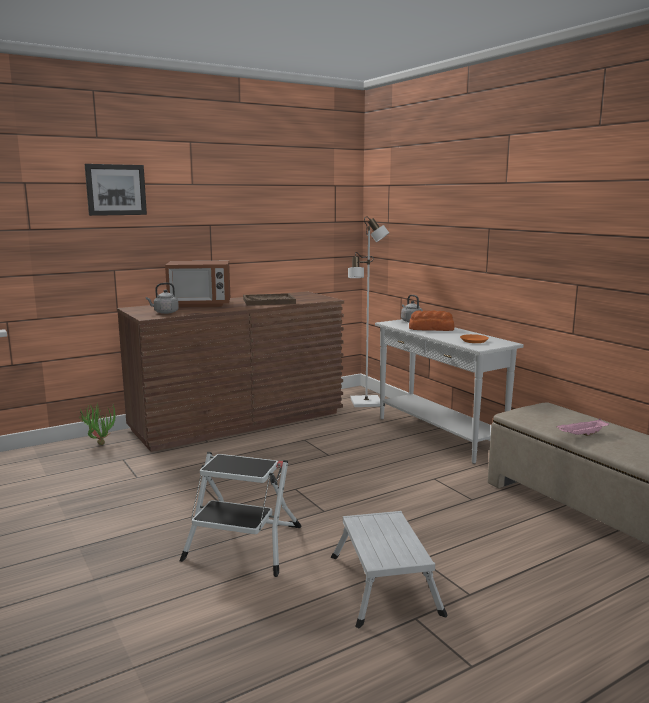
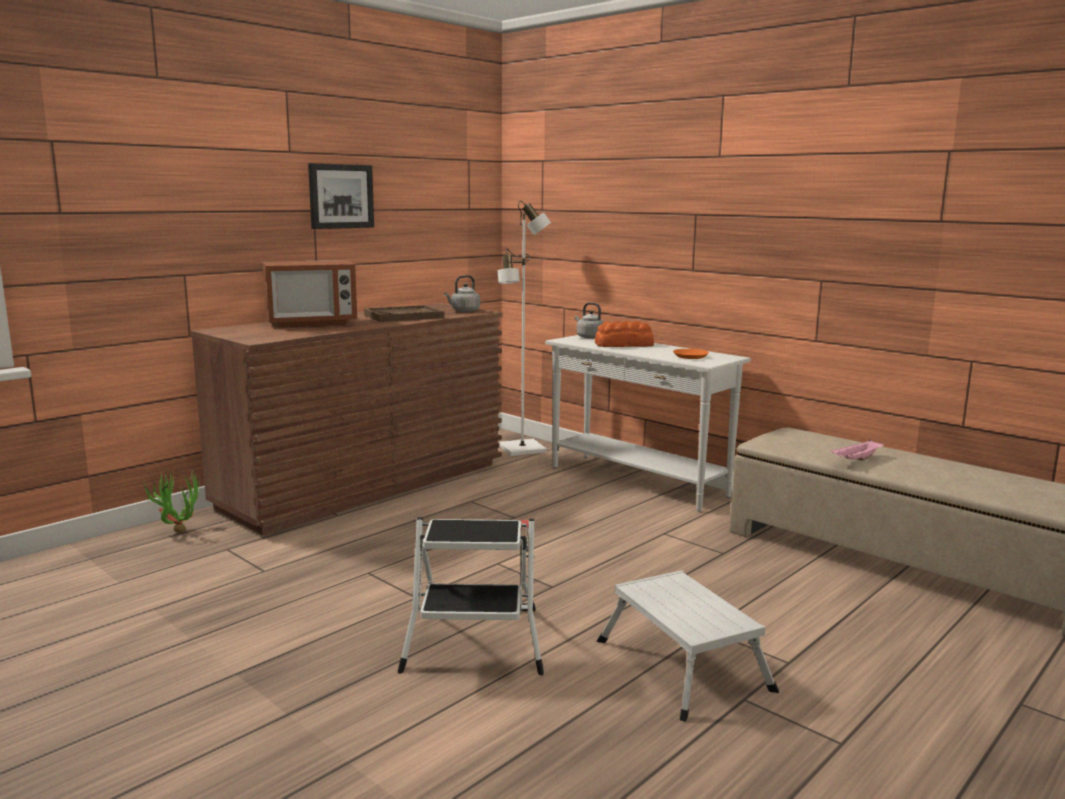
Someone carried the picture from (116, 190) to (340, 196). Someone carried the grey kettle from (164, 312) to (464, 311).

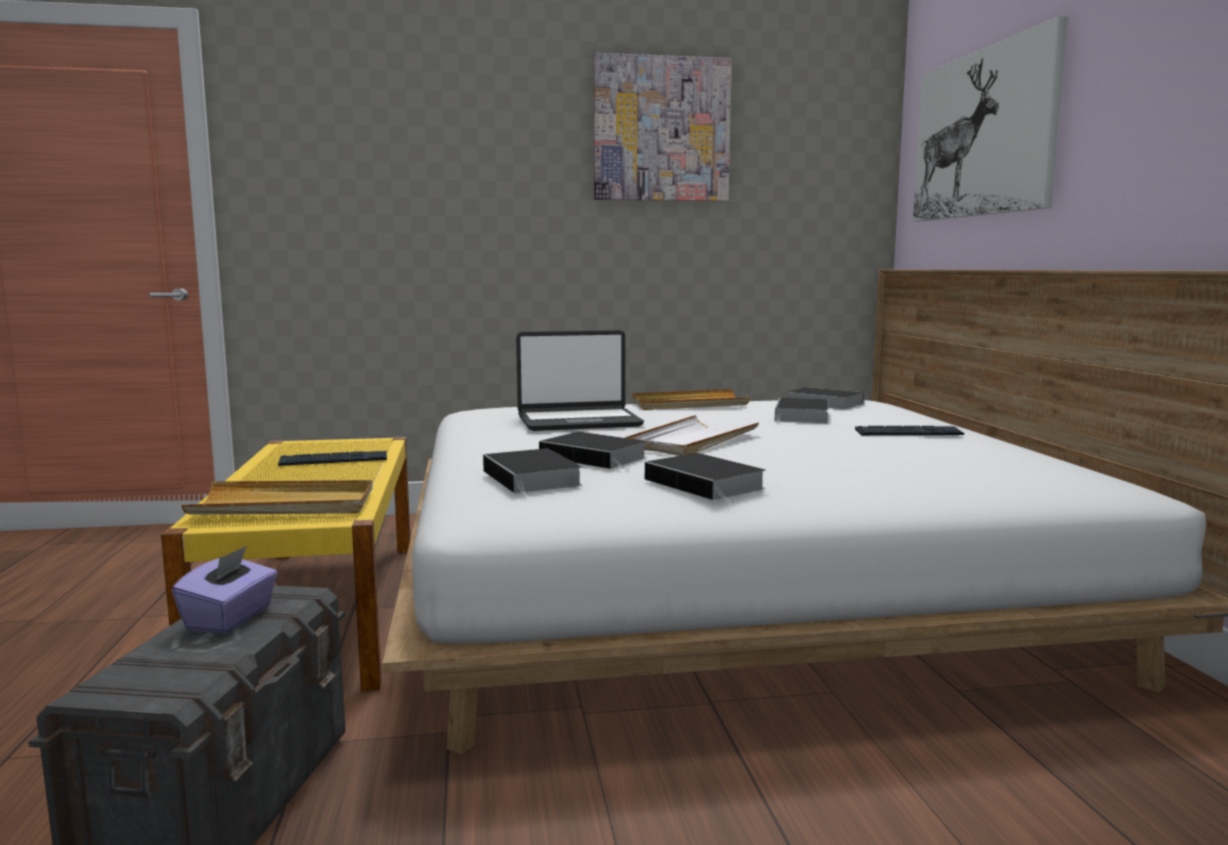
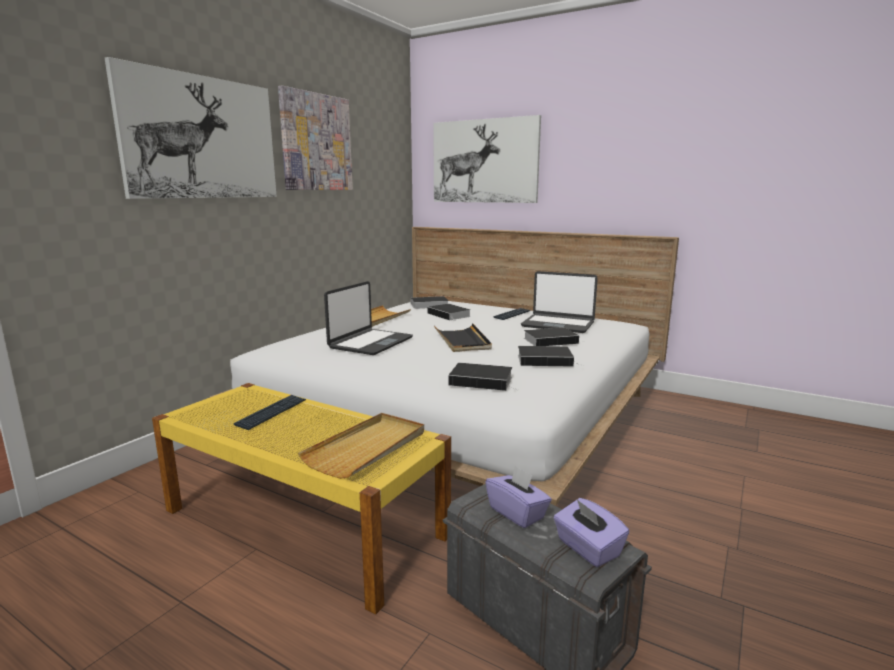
Someone carried the book from (596, 457) to (551, 340). Someone repainted the white tray at (691, 441), which became the black tray at (462, 340). Someone put up the picture at (202, 138). Someone put down the laptop at (558, 324). Someone put down the purple tissue box at (587, 548).

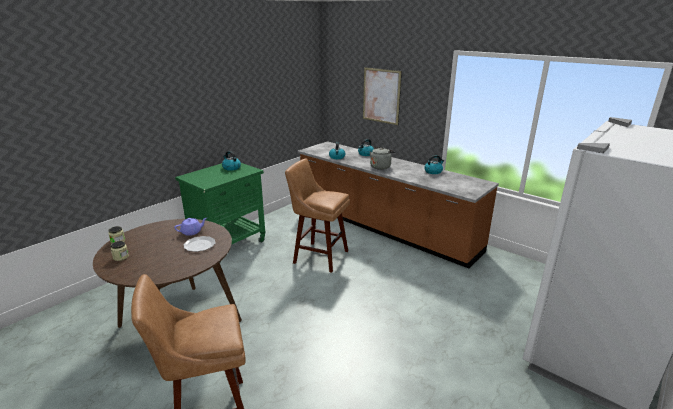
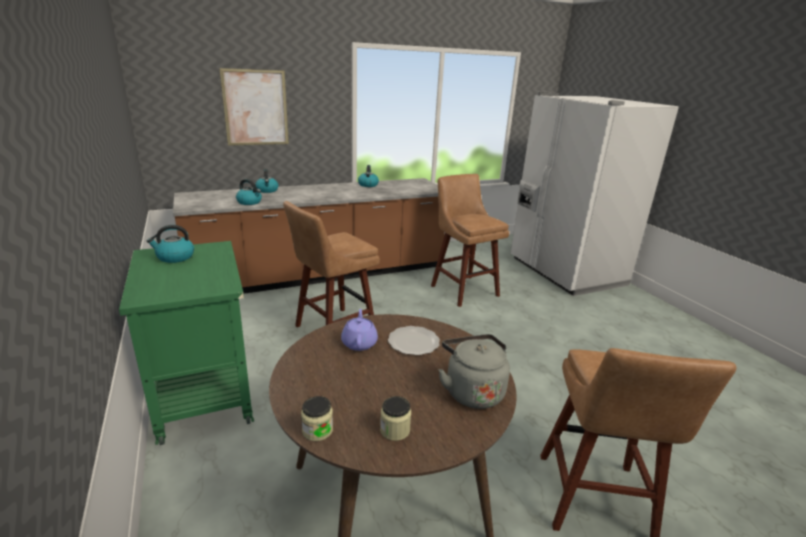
Someone carried the grey kettle from (381, 167) to (472, 391). Someone put down the brown stool at (463, 289).

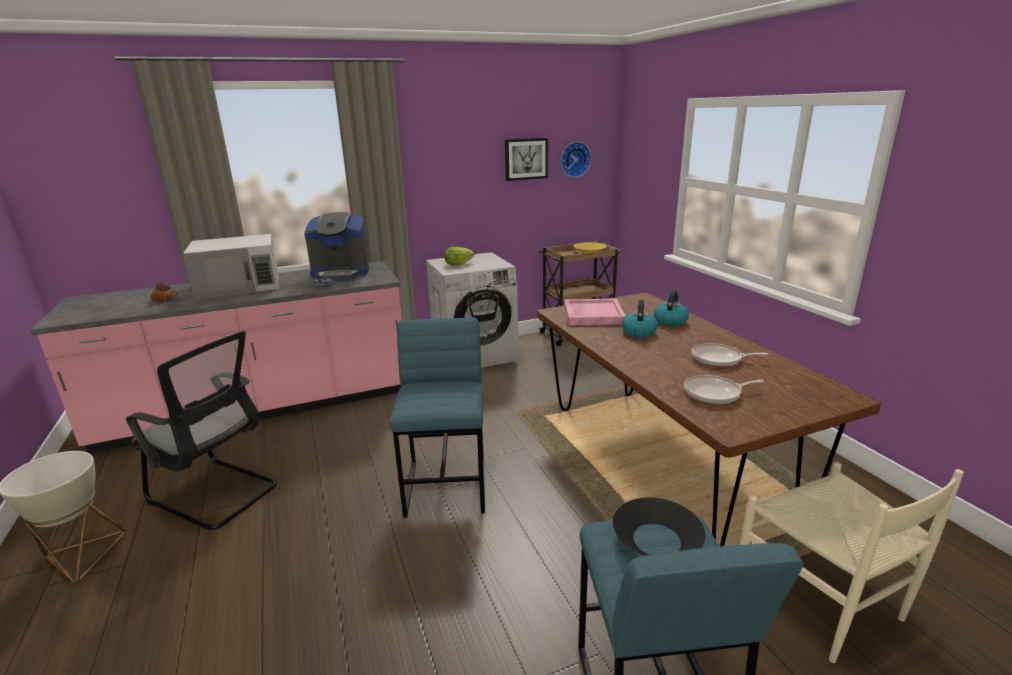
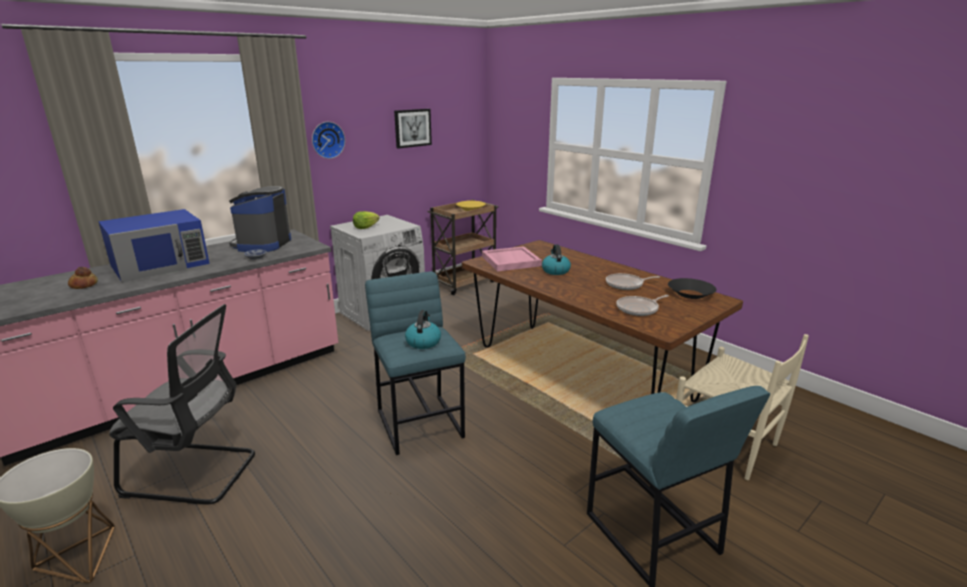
Someone repainted the white microwave at (240, 286), which became the blue microwave at (161, 264). Someone rotated the coffee machine at (341, 273) by 120 degrees clockwise. Someone carried the wall clock from (574, 159) to (327, 140). Someone carried the black bowl from (656, 539) to (690, 294). Someone carried the kettle from (670, 321) to (423, 342).

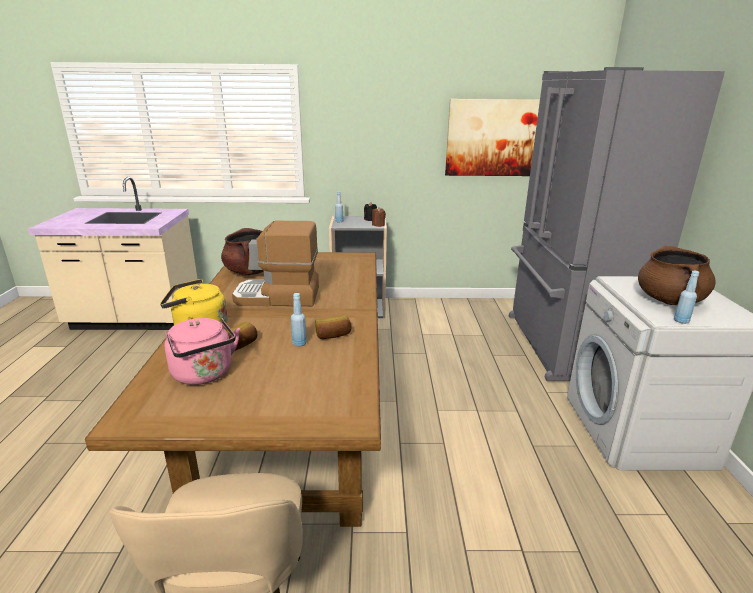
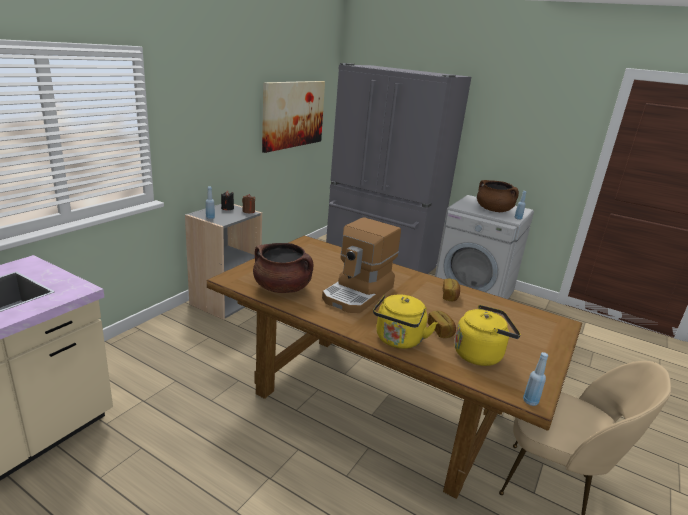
Someone repainted the pink kettle at (204, 375), which became the yellow kettle at (480, 354). Someone carried the blue bottle from (299, 343) to (530, 401).

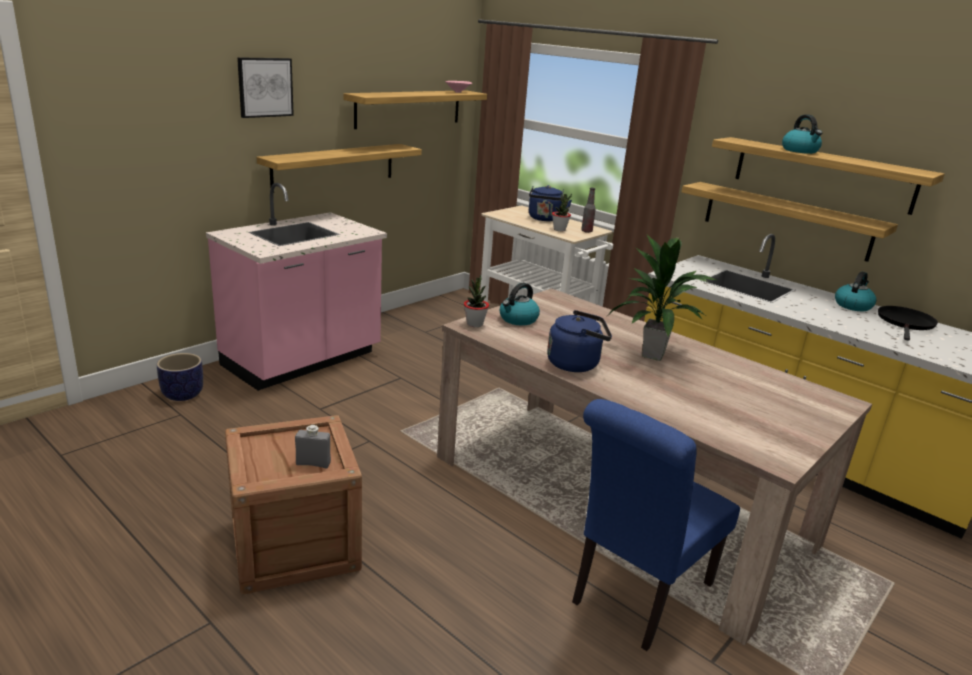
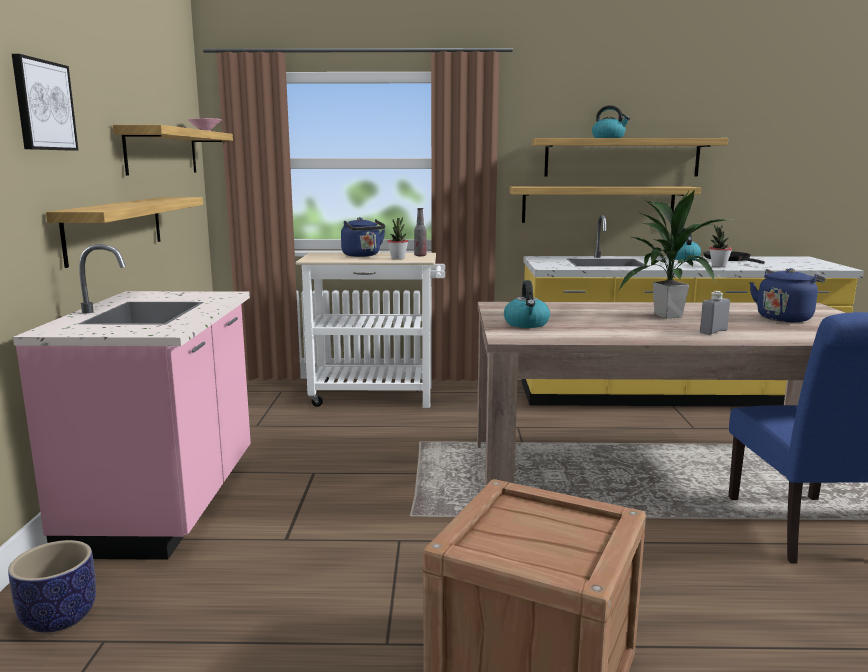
Someone carried the grey bottle from (313, 463) to (713, 332). Someone carried the potted plant from (474, 324) to (718, 266). Someone carried the blue kettle from (576, 364) to (785, 318).

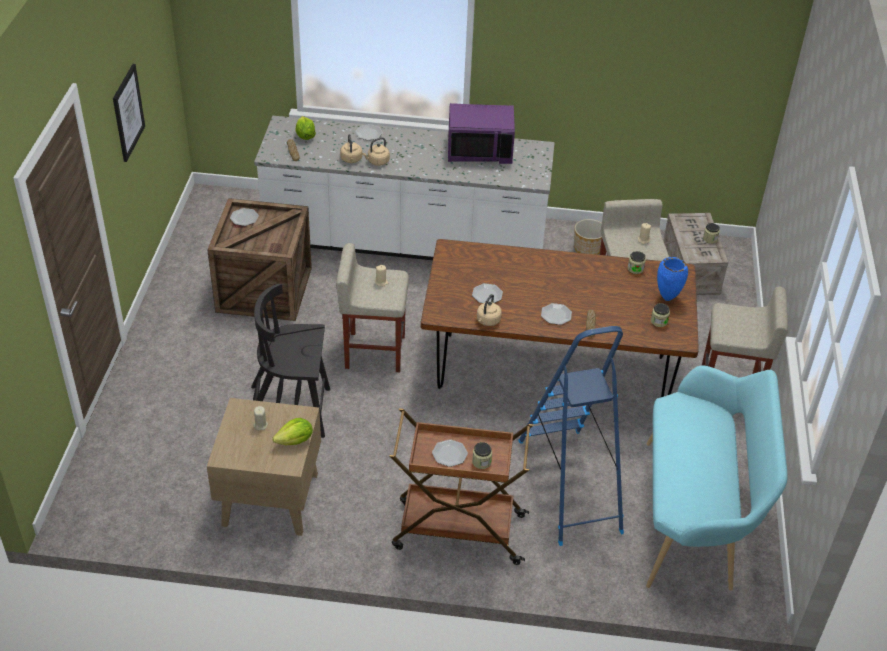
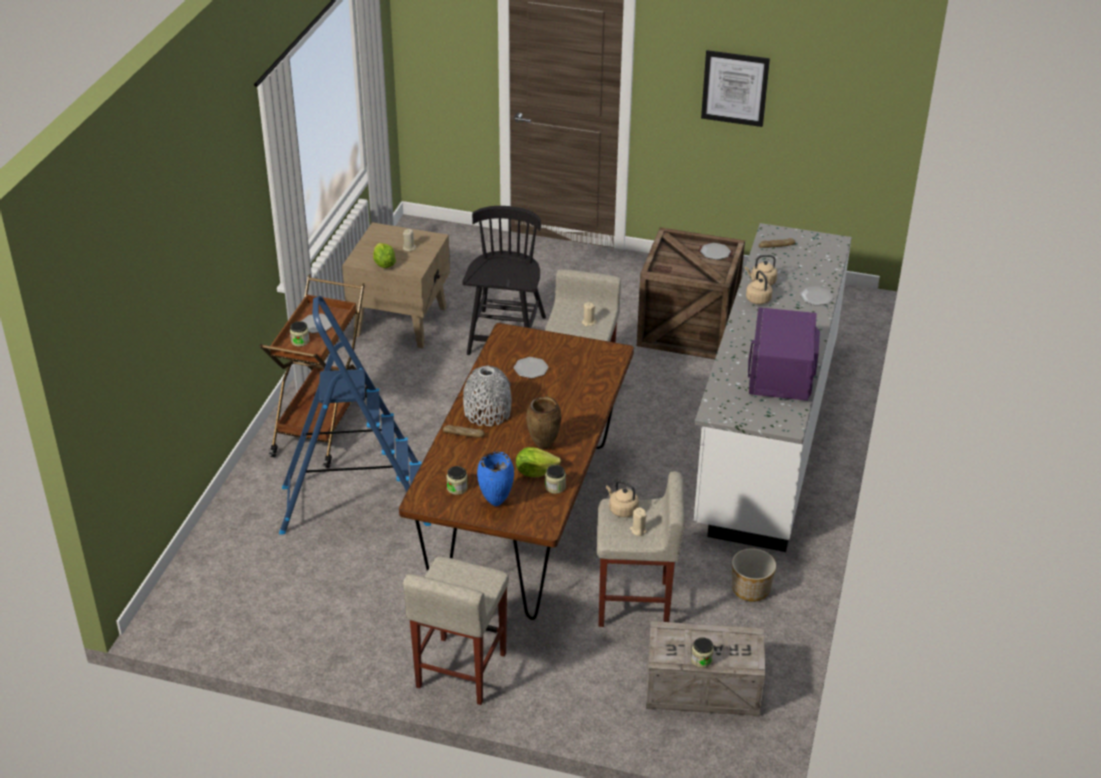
Someone carried the lettuce from (305, 136) to (535, 472). Someone carried the beige kettle from (487, 321) to (622, 510). Someone swapped the plate at (556, 315) for the grey vase at (487, 412). Someone took away the turquoise bench at (696, 517). Someone put down the brown vase at (543, 446).

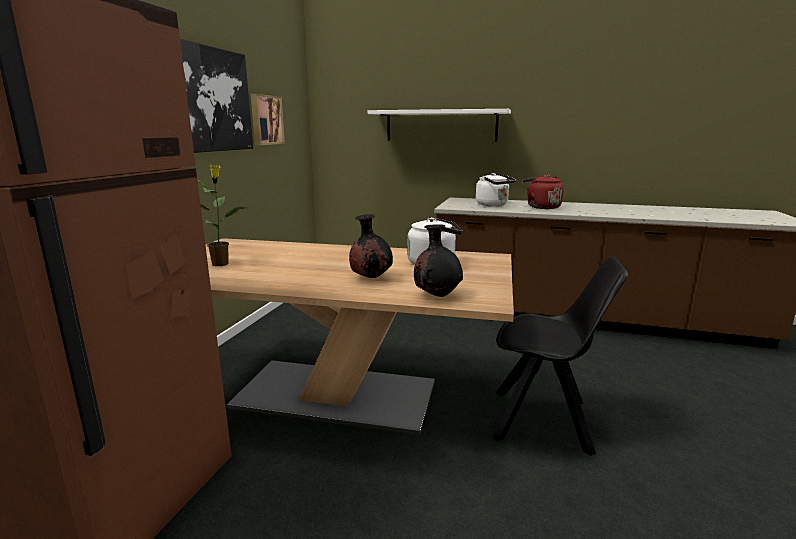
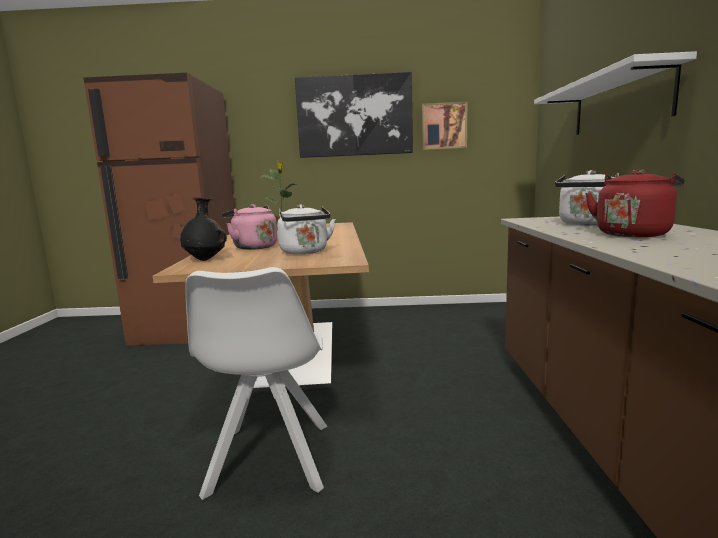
Someone swapped the black vase at (370, 278) for the pink kettle at (253, 247). Someone repainted the black chair at (544, 421), which became the white chair at (269, 460).

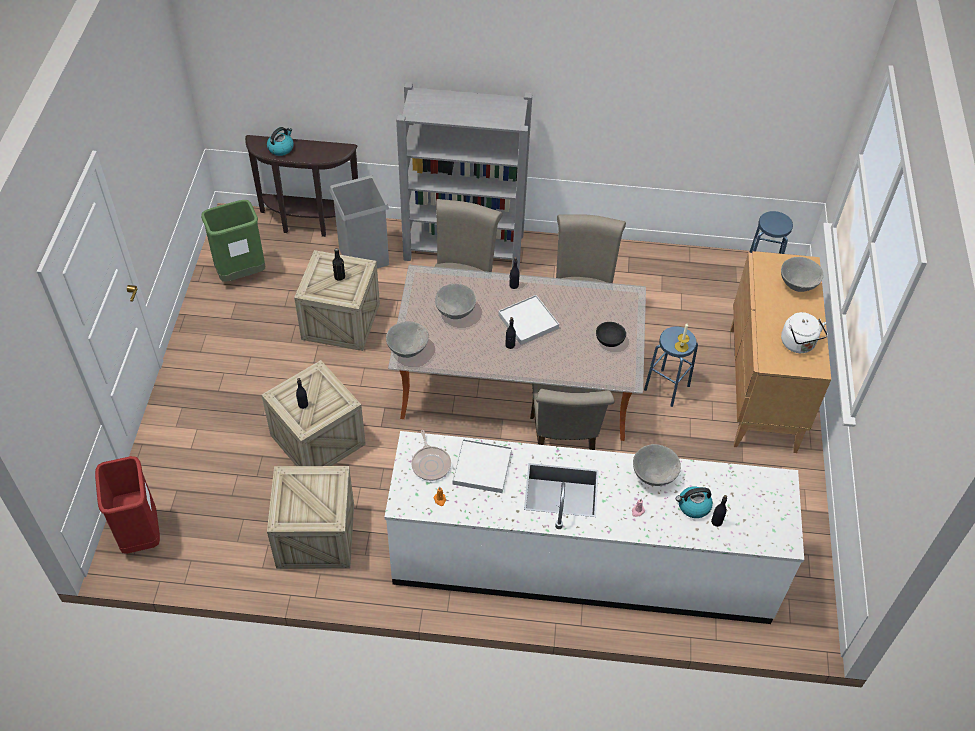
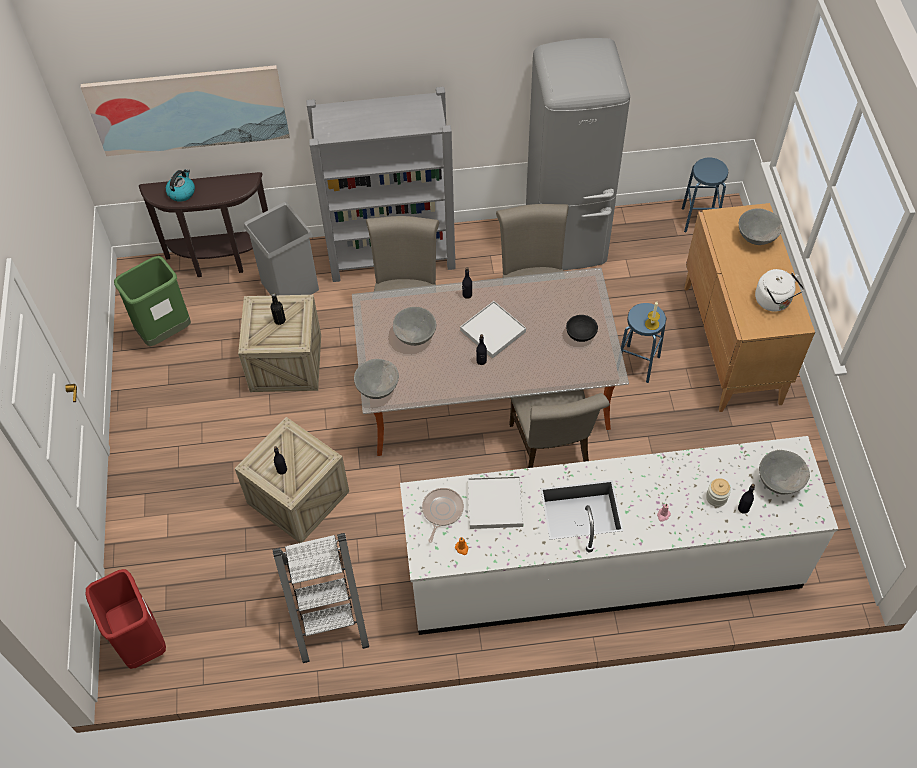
Someone swapped the crate at (316, 536) for the grey step ladder at (325, 601). Someone rotated the frying pan at (431, 463) by 135 degrees counterclockwise. Someone carried the grey bowl from (653, 476) to (779, 482). Someone swapped the kettle at (693, 506) for the jar at (716, 497). Someone put up the picture at (189, 110). Someone put down the grey fridge at (567, 242).

